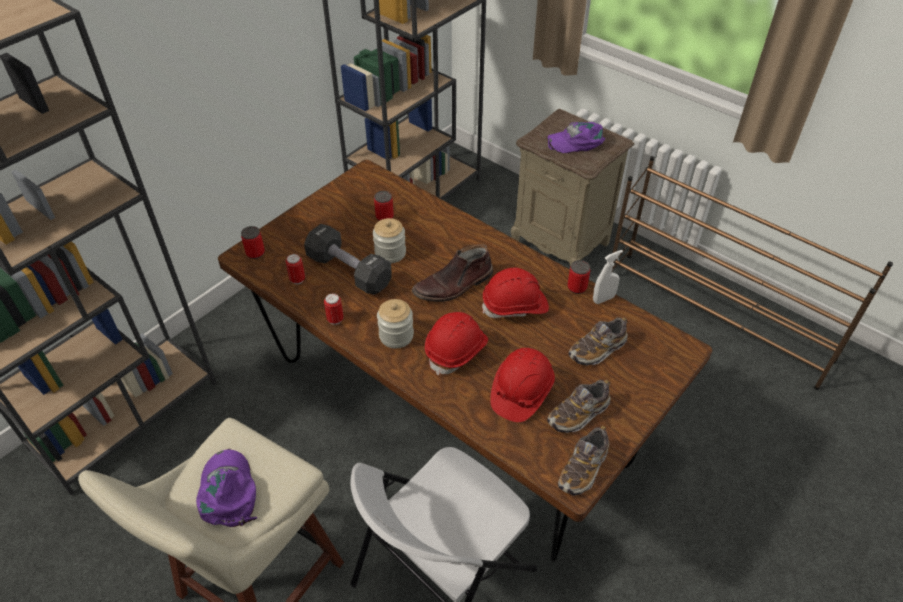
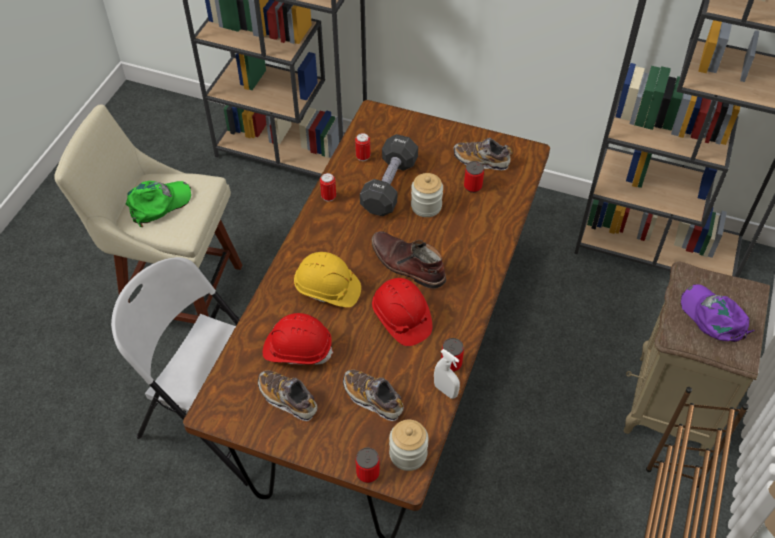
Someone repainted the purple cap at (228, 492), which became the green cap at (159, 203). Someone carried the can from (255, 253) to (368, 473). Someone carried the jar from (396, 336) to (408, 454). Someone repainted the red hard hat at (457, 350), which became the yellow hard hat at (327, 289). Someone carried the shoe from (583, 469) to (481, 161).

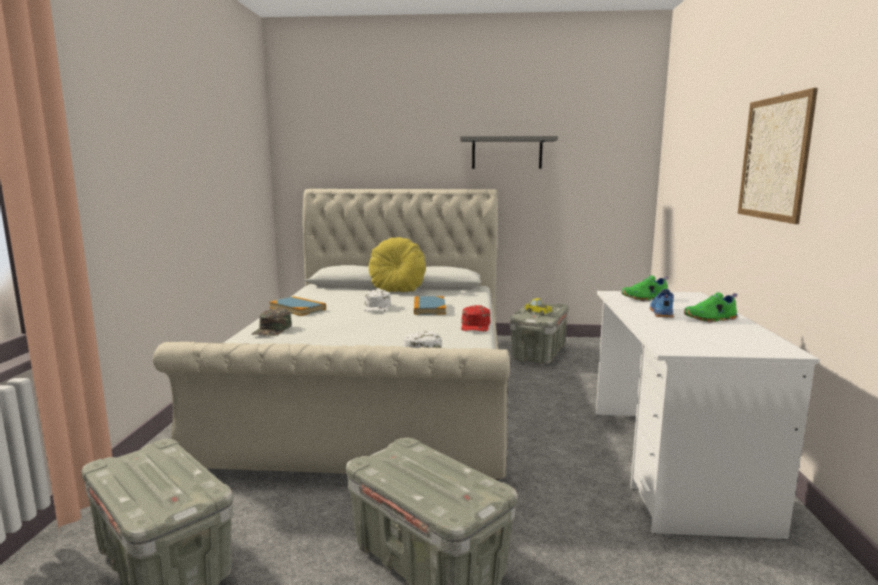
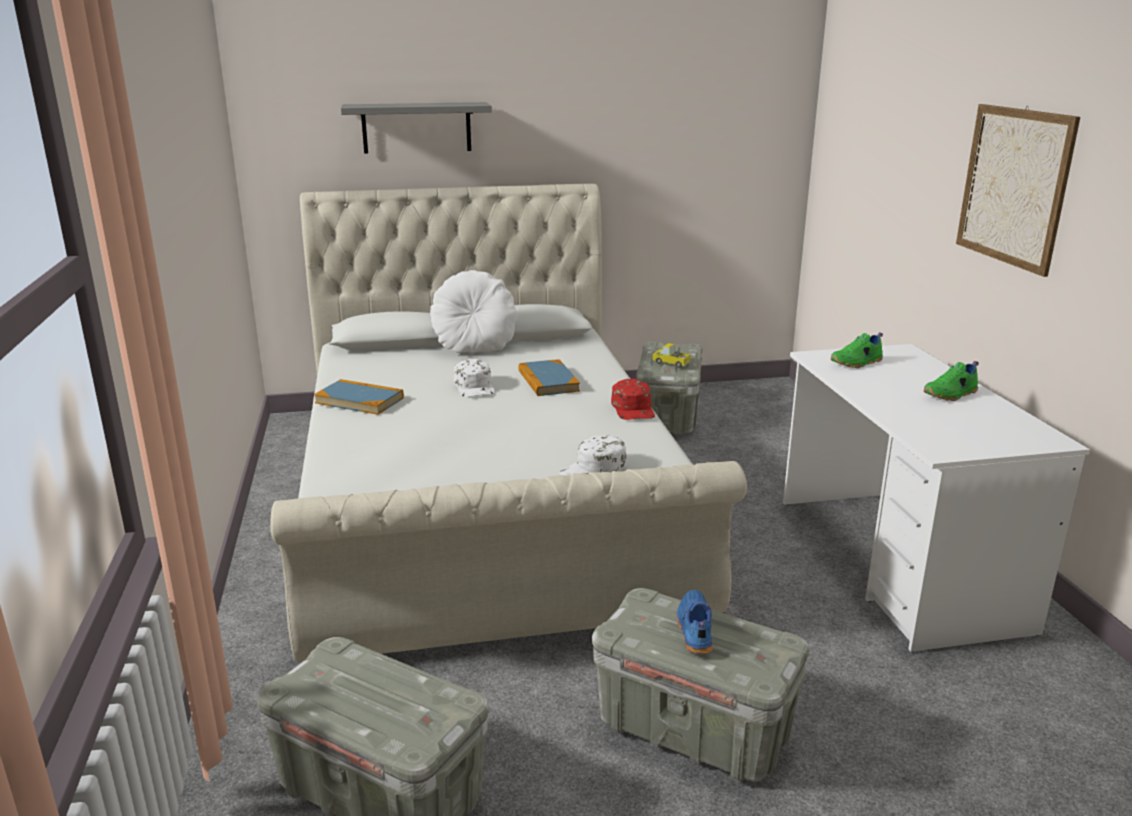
Someone took away the green cap at (273, 329). Someone repainted the yellow pillow at (397, 291), which became the white pillow at (475, 350). Someone carried the grey shelf from (507, 153) to (416, 127). Someone carried the blue shoe from (661, 312) to (693, 630).

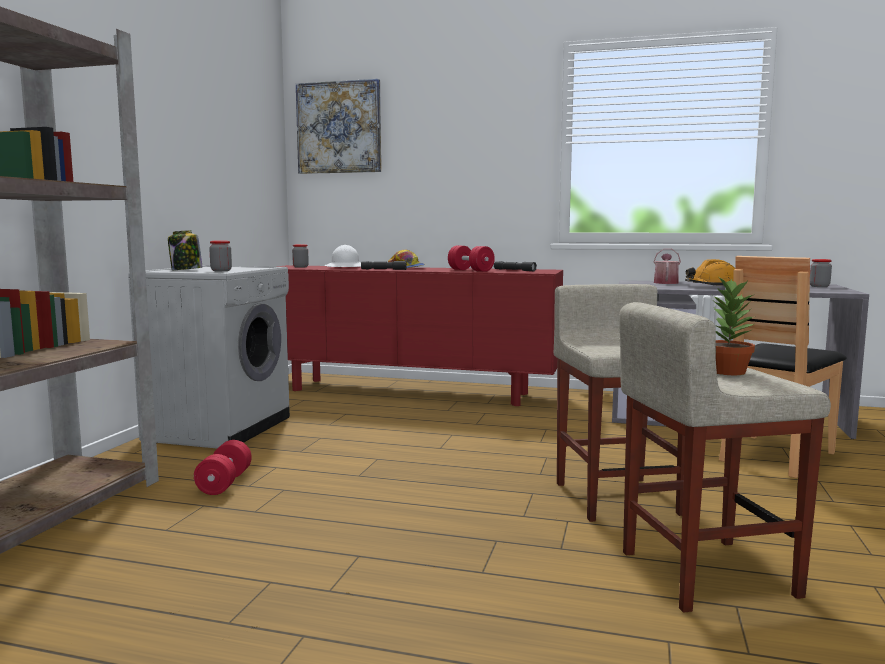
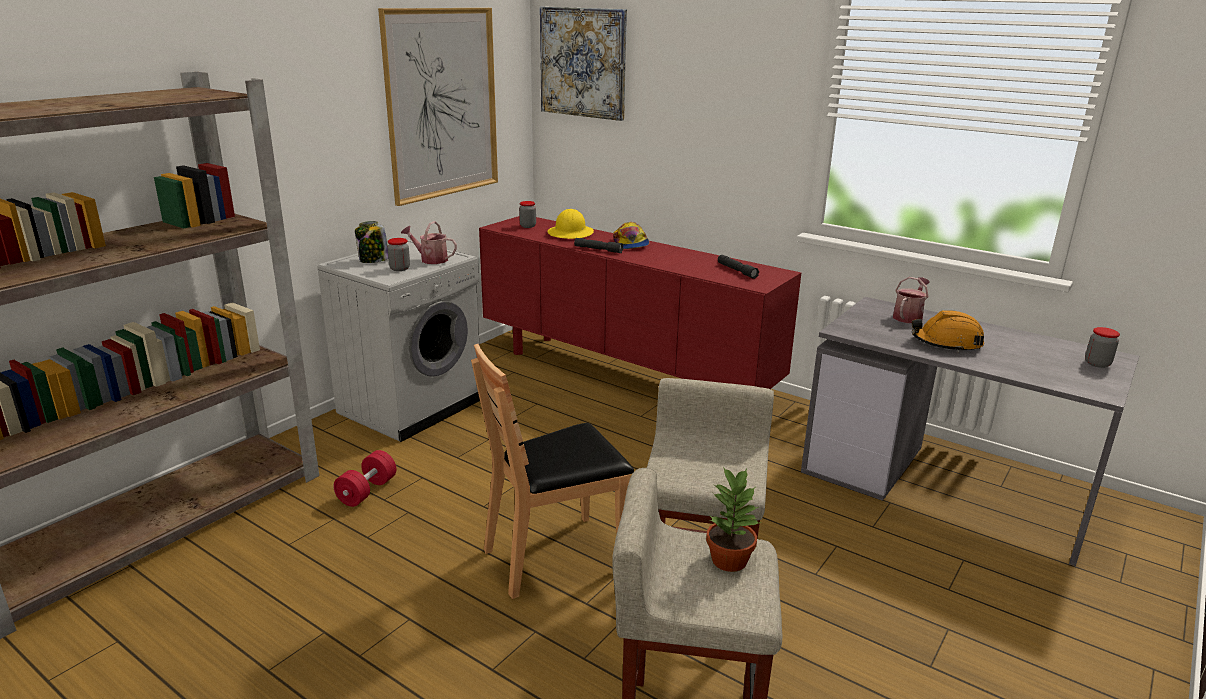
Someone repainted the white hard hat at (345, 267), which became the yellow hard hat at (570, 233). Someone took away the red dumbbell at (470, 270). Someone carried the brown chair from (775, 456) to (555, 557). Someone put up the picture at (442, 104). Someone put down the watering can at (430, 259).

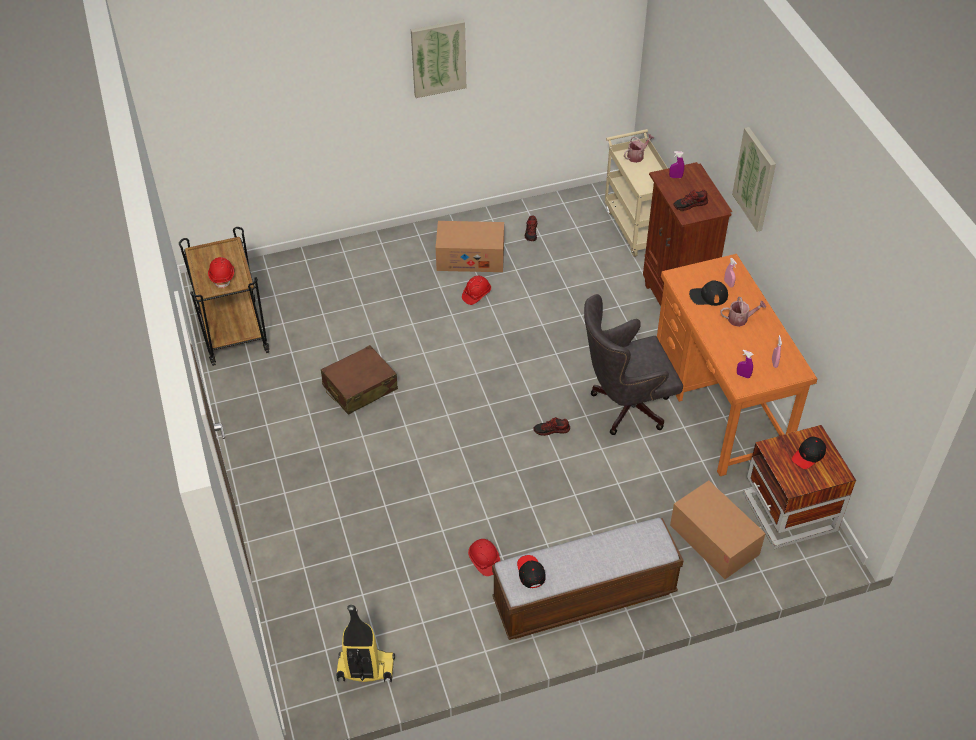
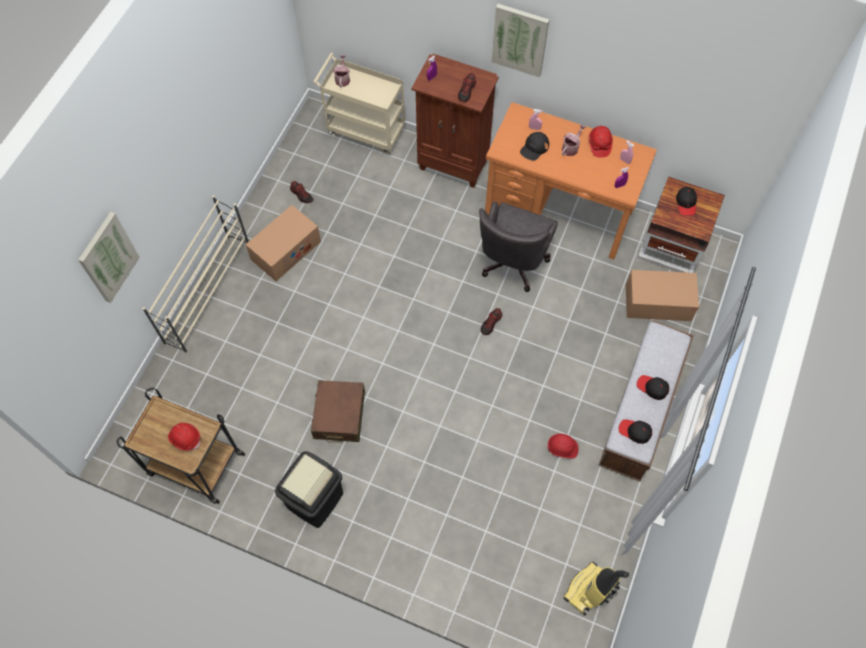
Someone carried the picture from (438, 58) to (108, 257). Someone carried the red hard hat from (476, 294) to (599, 145). Someone put down the beige shoe rack at (208, 293). Someone put down the black trash can at (314, 499). Someone put down the black cap at (652, 388).

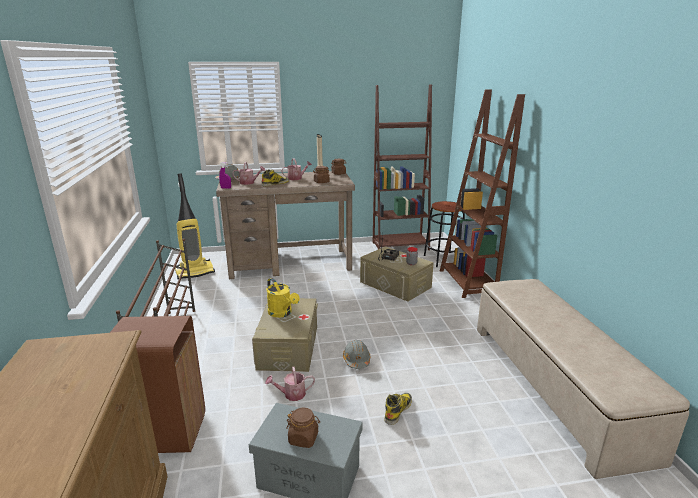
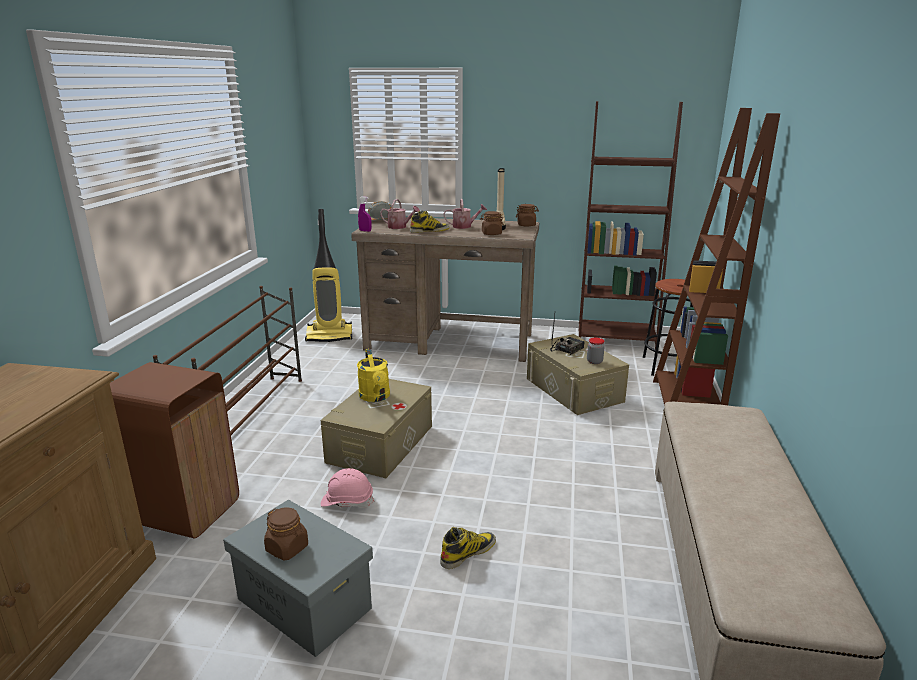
Someone swapped the watering can at (291, 394) for the pink hard hat at (347, 501). Someone took away the grey hard hat at (356, 360).

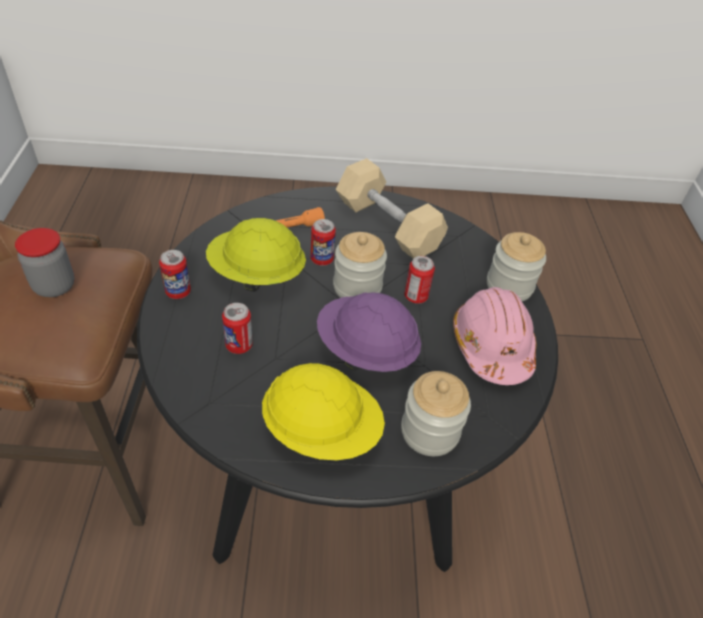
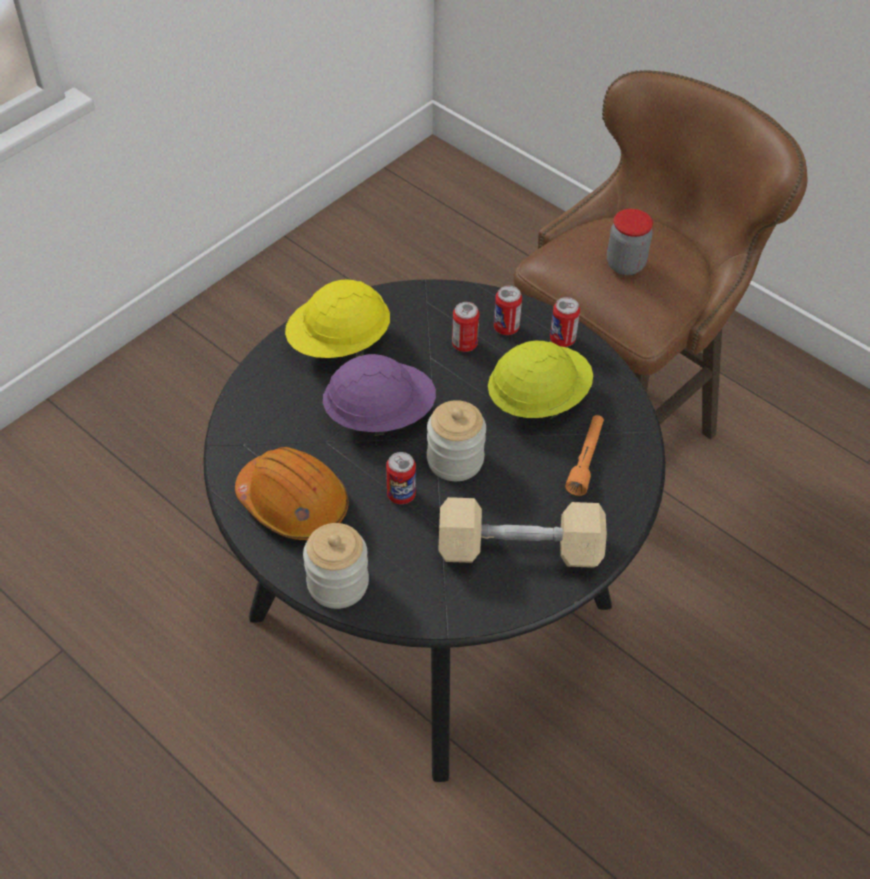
Someone carried the can from (322, 259) to (506, 328). Someone took away the jar at (429, 431). Someone repainted the pink hard hat at (491, 346), which became the orange hard hat at (293, 503).

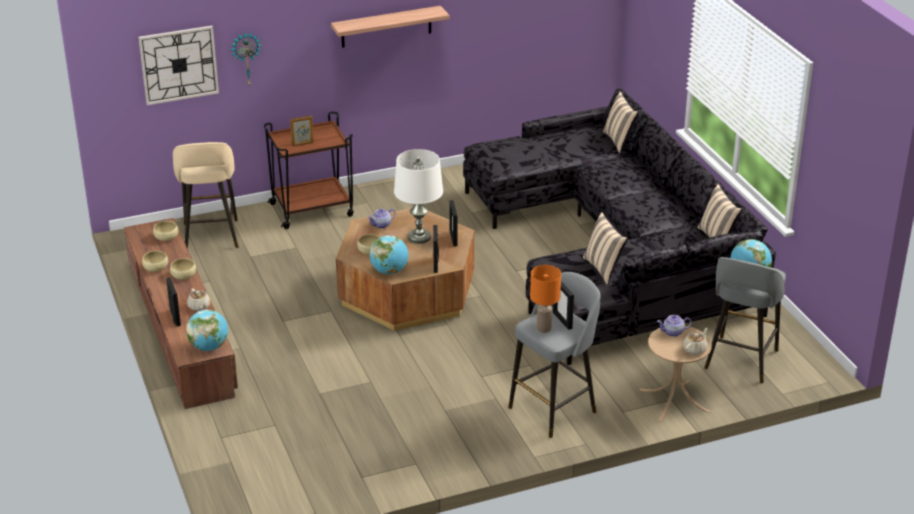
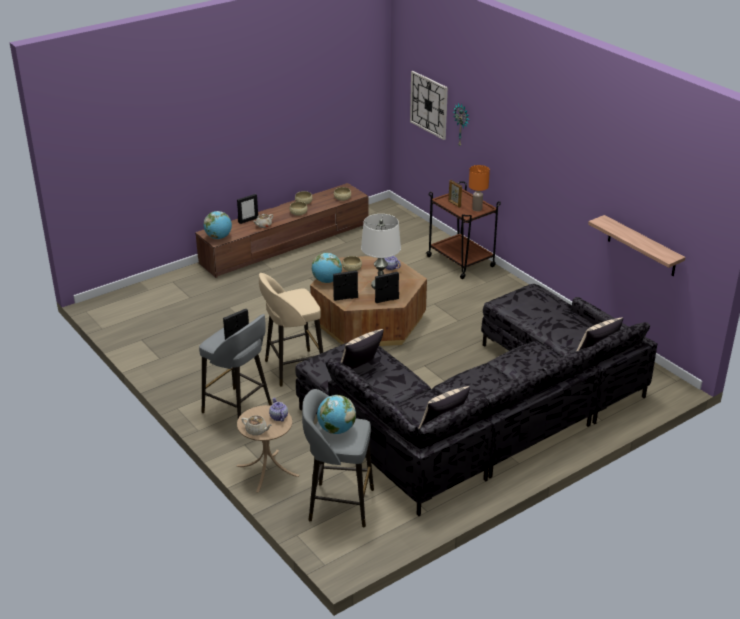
Someone carried the beige stool from (211, 237) to (293, 368). Someone carried the shelf from (386, 27) to (641, 246). Someone carried the orange table lamp from (544, 328) to (477, 209).

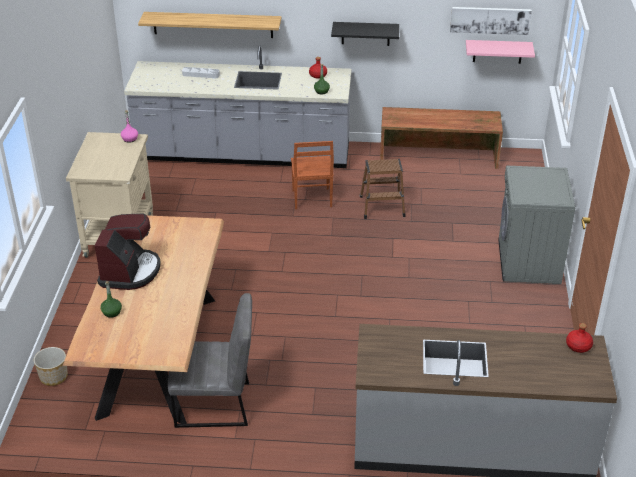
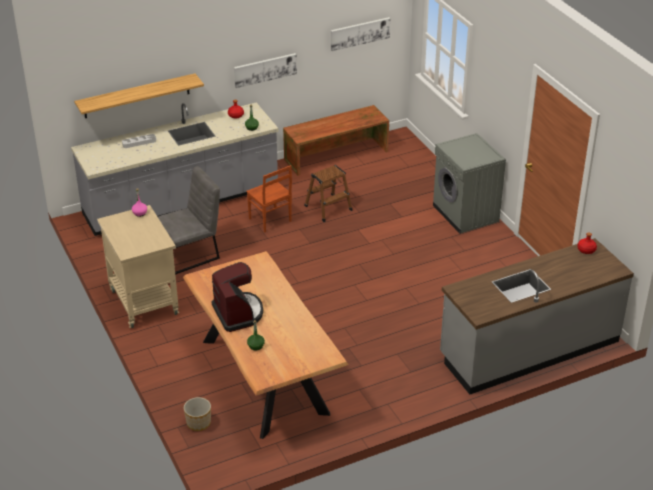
Someone carried the grey chair from (215, 405) to (189, 255). Someone swapped the black shelf at (365, 33) for the picture at (265, 69). Someone took away the pink shelf at (497, 51).

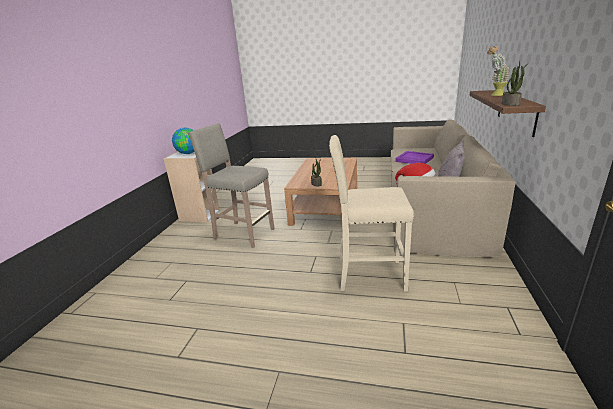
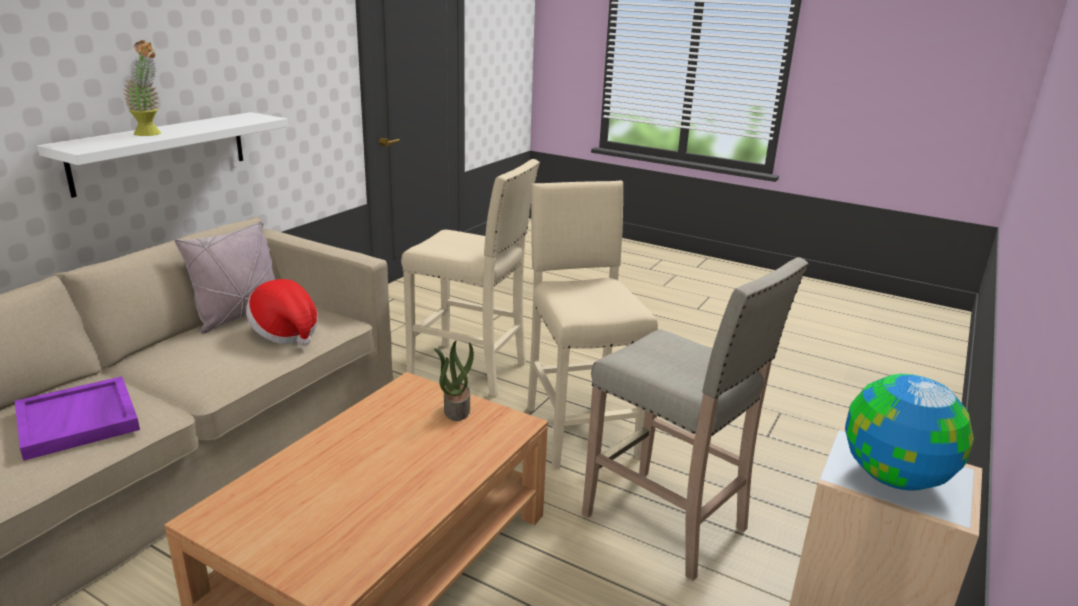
Someone repainted the brown shelf at (516, 111), which became the white shelf at (161, 152). Someone took away the potted plant at (511, 104). Someone put down the beige stool at (580, 430).

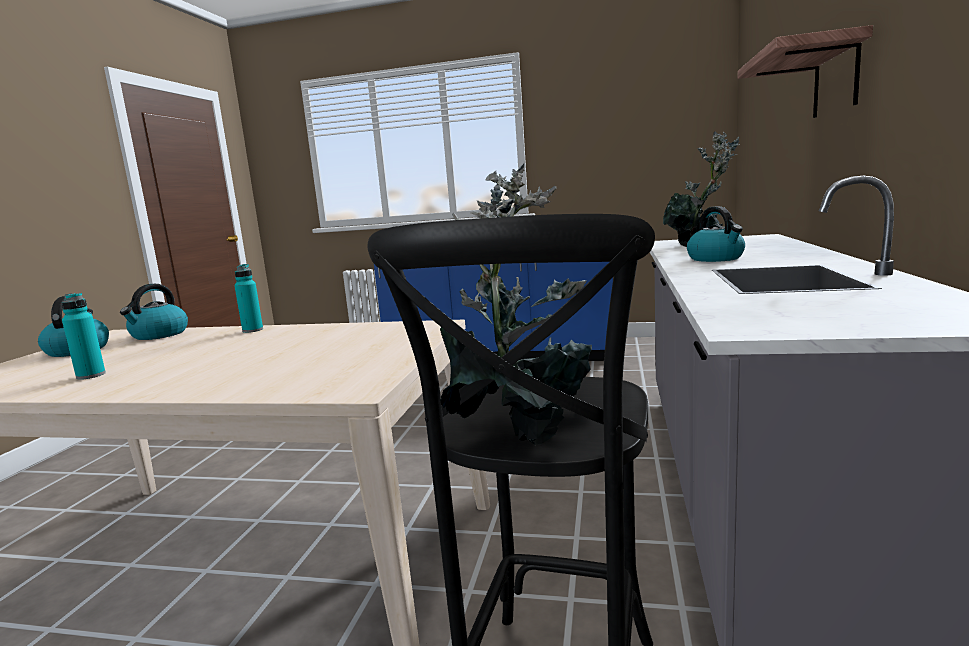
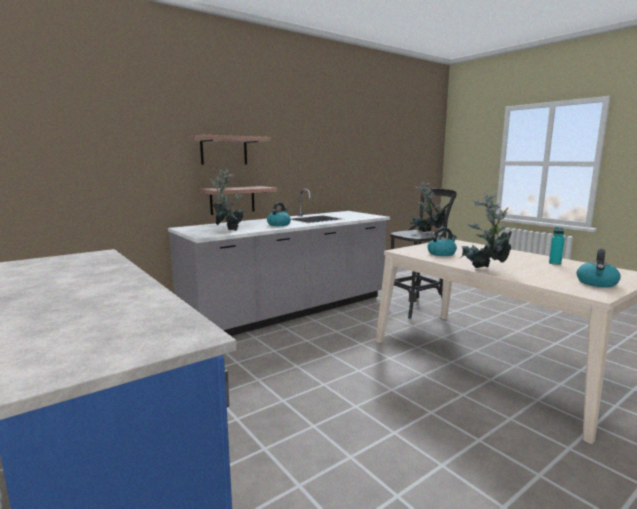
Someone carried the kettle from (159, 335) to (441, 253). Someone swapped the turquoise bottle at (252, 330) for the potted plant at (485, 270). Someone put up the shelf at (232, 200).

